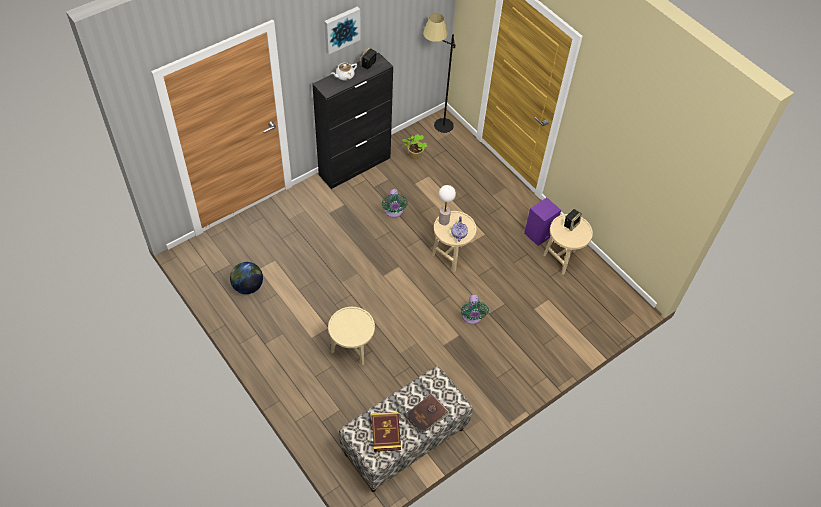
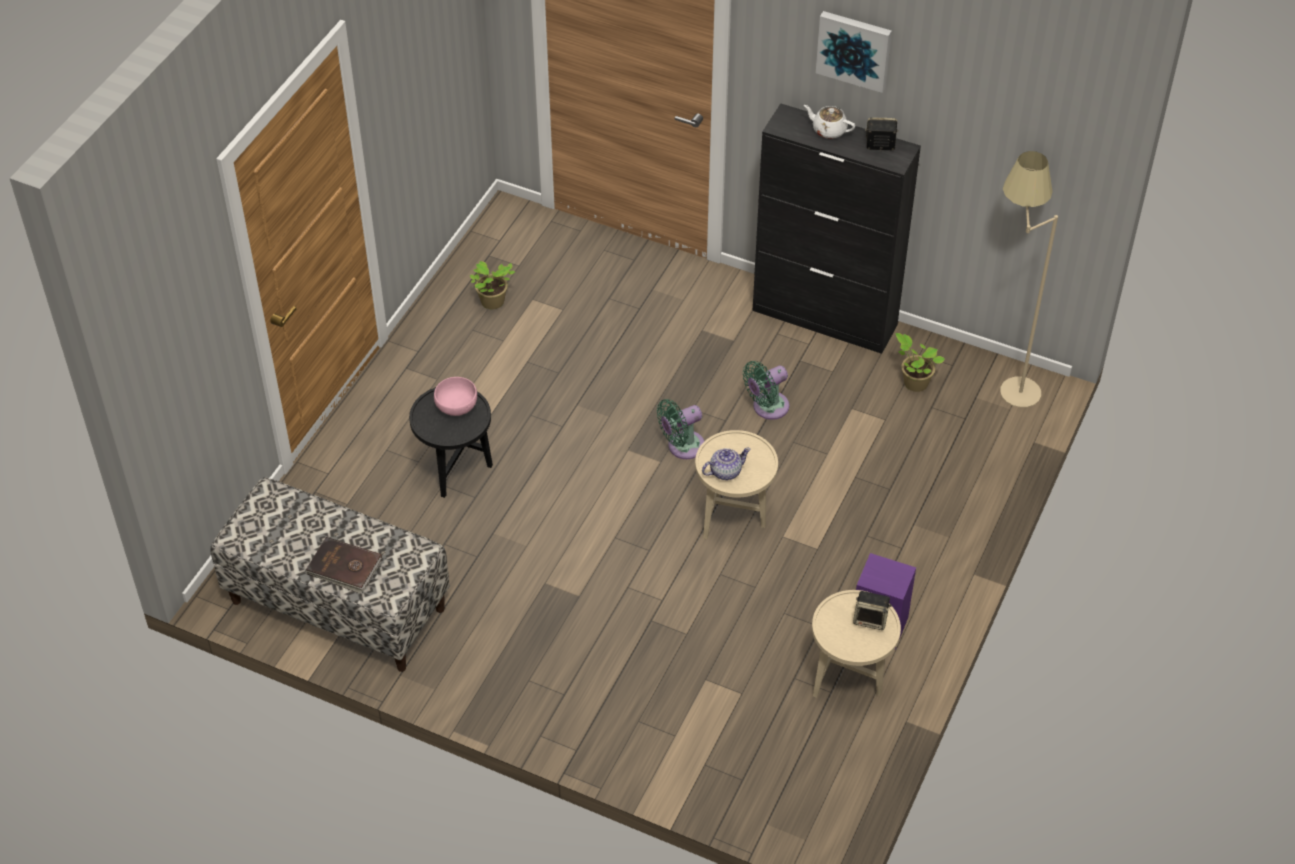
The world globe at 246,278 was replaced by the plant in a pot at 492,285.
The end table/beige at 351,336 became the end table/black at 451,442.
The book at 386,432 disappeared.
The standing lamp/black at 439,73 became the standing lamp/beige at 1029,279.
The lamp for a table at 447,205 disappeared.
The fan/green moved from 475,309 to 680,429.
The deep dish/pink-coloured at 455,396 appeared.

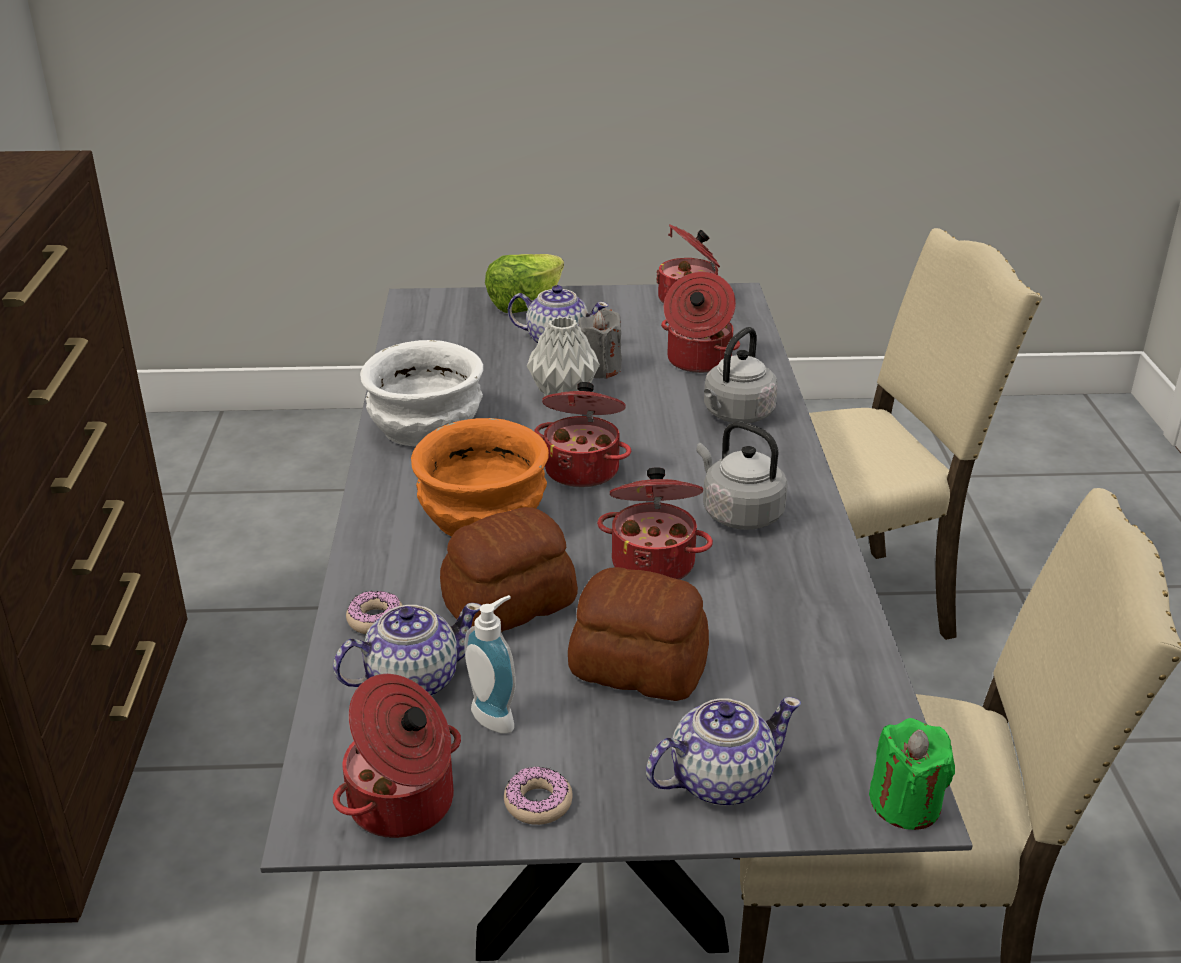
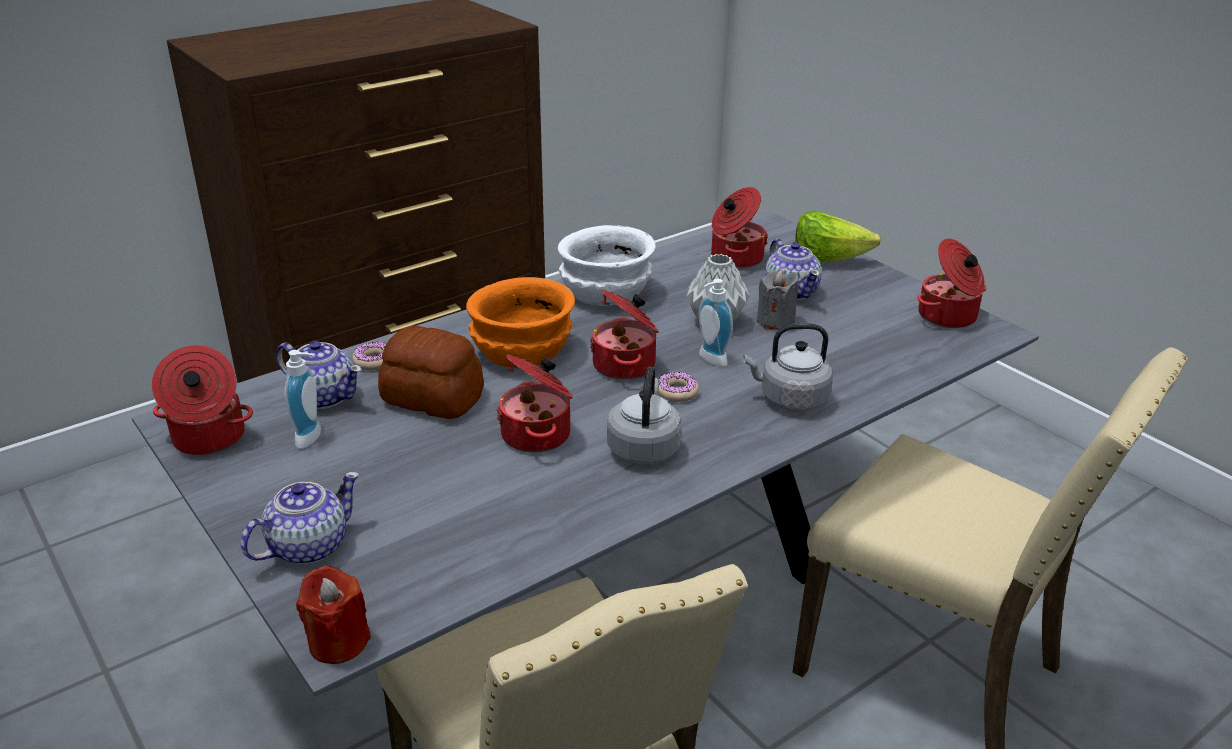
The ring doughnut moved from 538,795 to 678,387.
The baked bread at 638,634 disappeared.
The teapot at 723,751 turned 75 degrees counterclockwise.
The stockpot moved from 700,322 to 739,227.
The wax candle/green at 912,774 became the wax candle/red-coloured at 333,614.
The soap dispenser at 716,323 appeared.

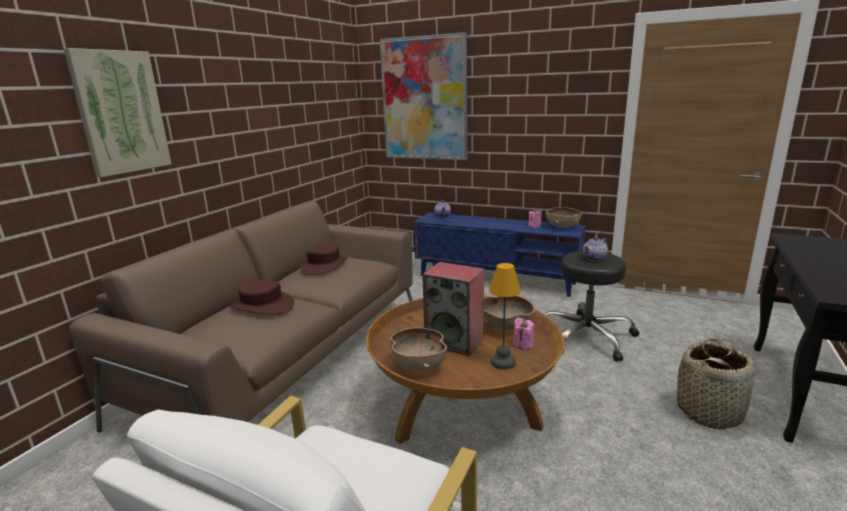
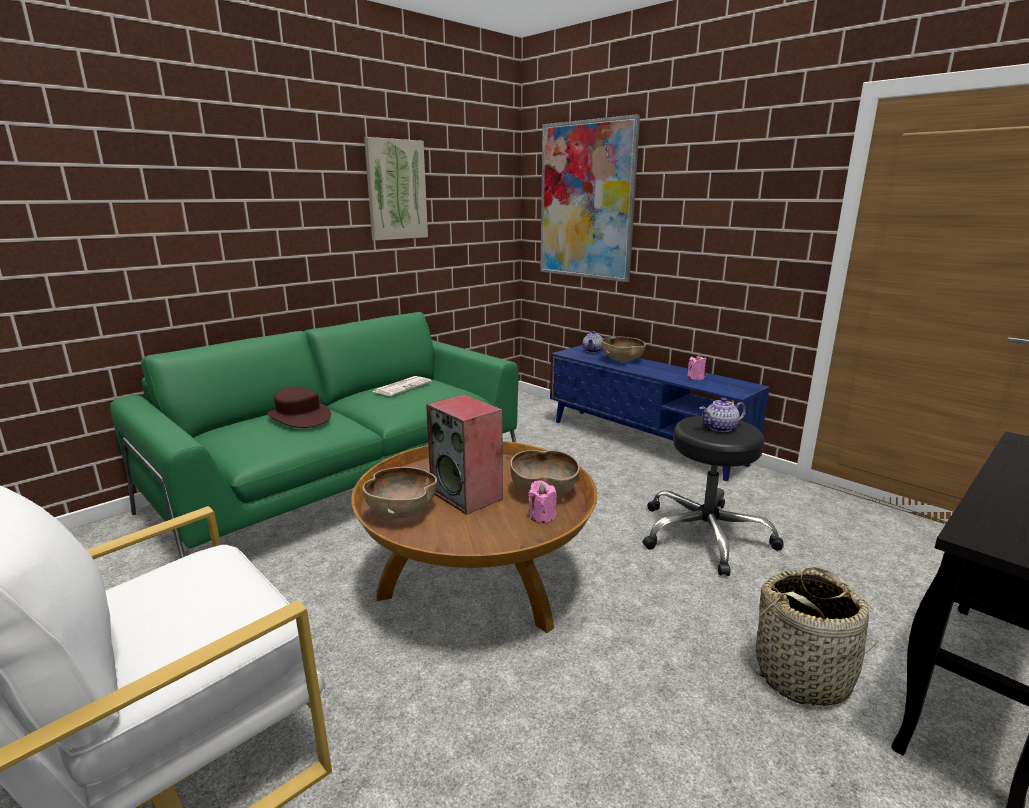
The wall art moved from 117,112 to 396,188.
The couch/brown at 241,317 became the couch/green at 314,435.
The wearable hat/brown at 324,259 was replaced by the newspaper at 402,386.
The lamp for a table at 505,316 disappeared.
The deep dish/brown moved from 564,217 to 623,348.

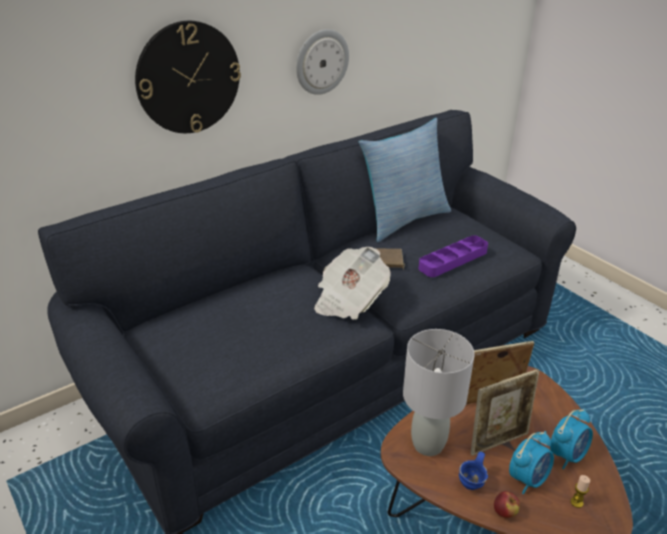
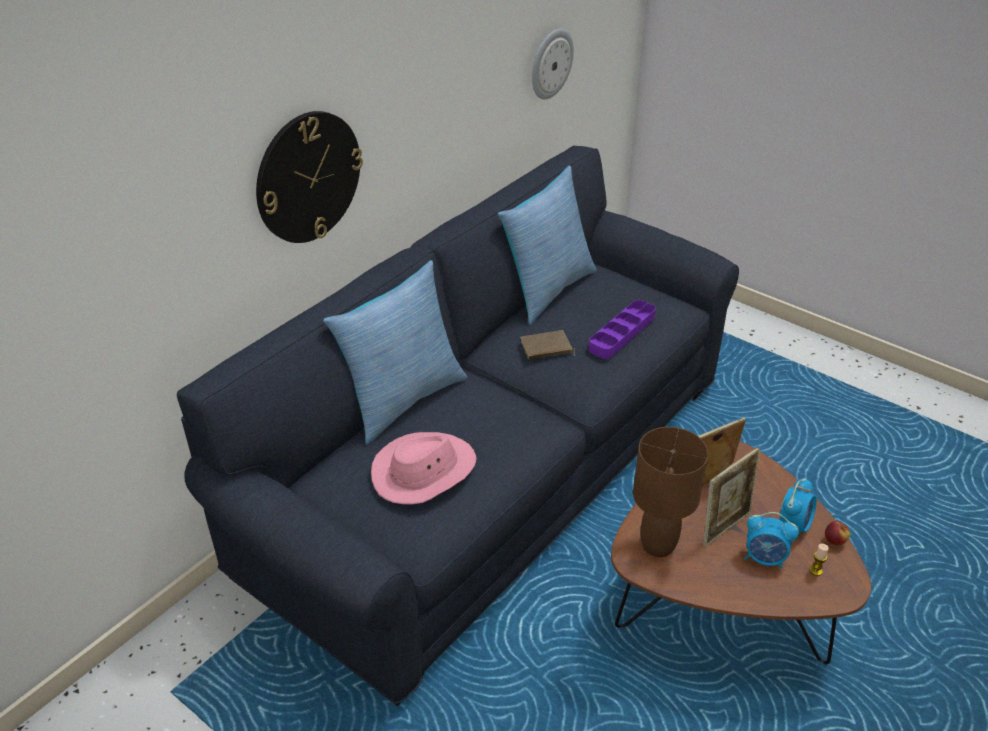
The clock on the wall moved from 322,62 to 553,64.
The newspaper at 352,283 disappeared.
The lamp for a table/grey at 439,392 became the lamp for a table/brown at 670,492.
The mug/bluish at 473,471 disappeared.
The apple fruit moved from 507,504 to 837,533.
The table clock at 531,463 turned 75 degrees clockwise.
The throw pillow at 395,352 appeared.
The wearable hat/pink-coloured at 424,468 appeared.

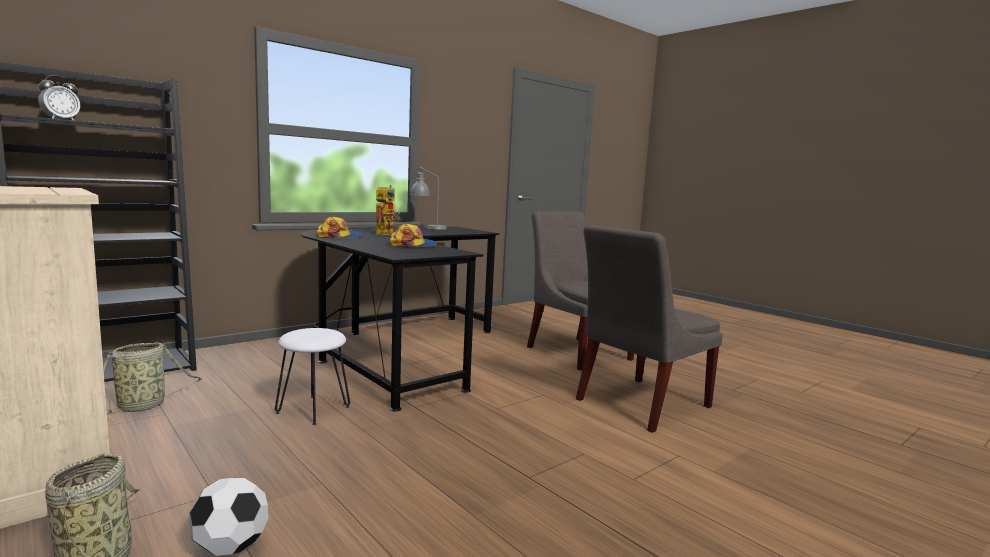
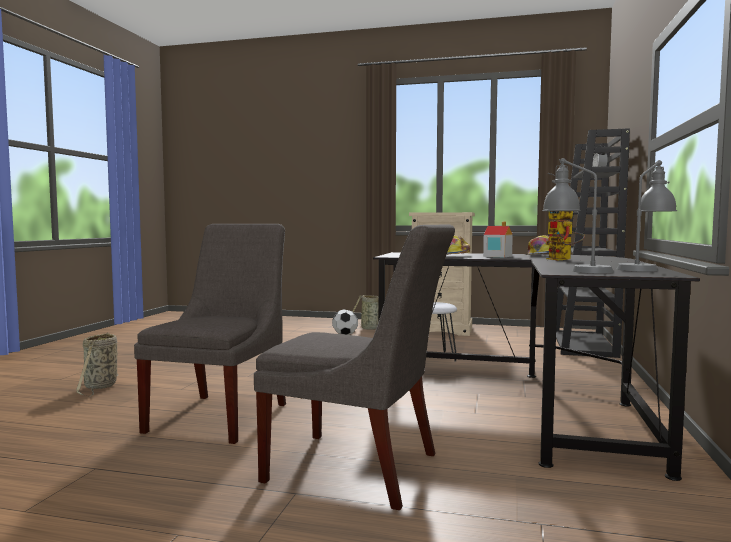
The storage basket moved from 152,378 to 97,364.
The model house at 498,240 appeared.
The lamp for a table/grey at 577,216 appeared.

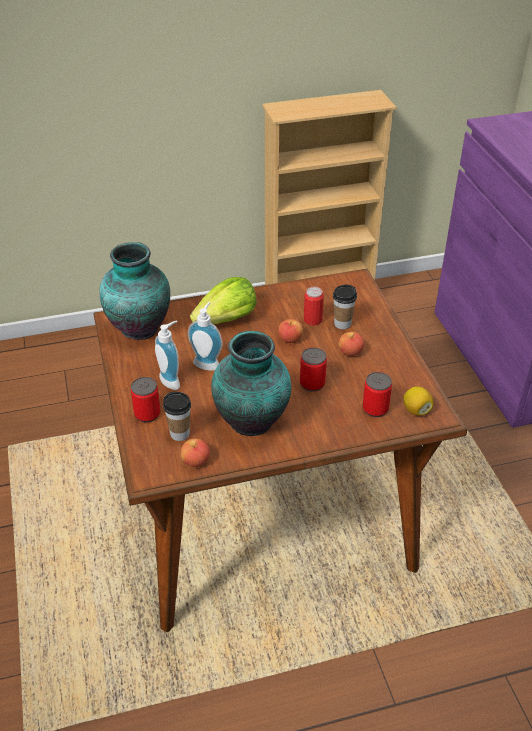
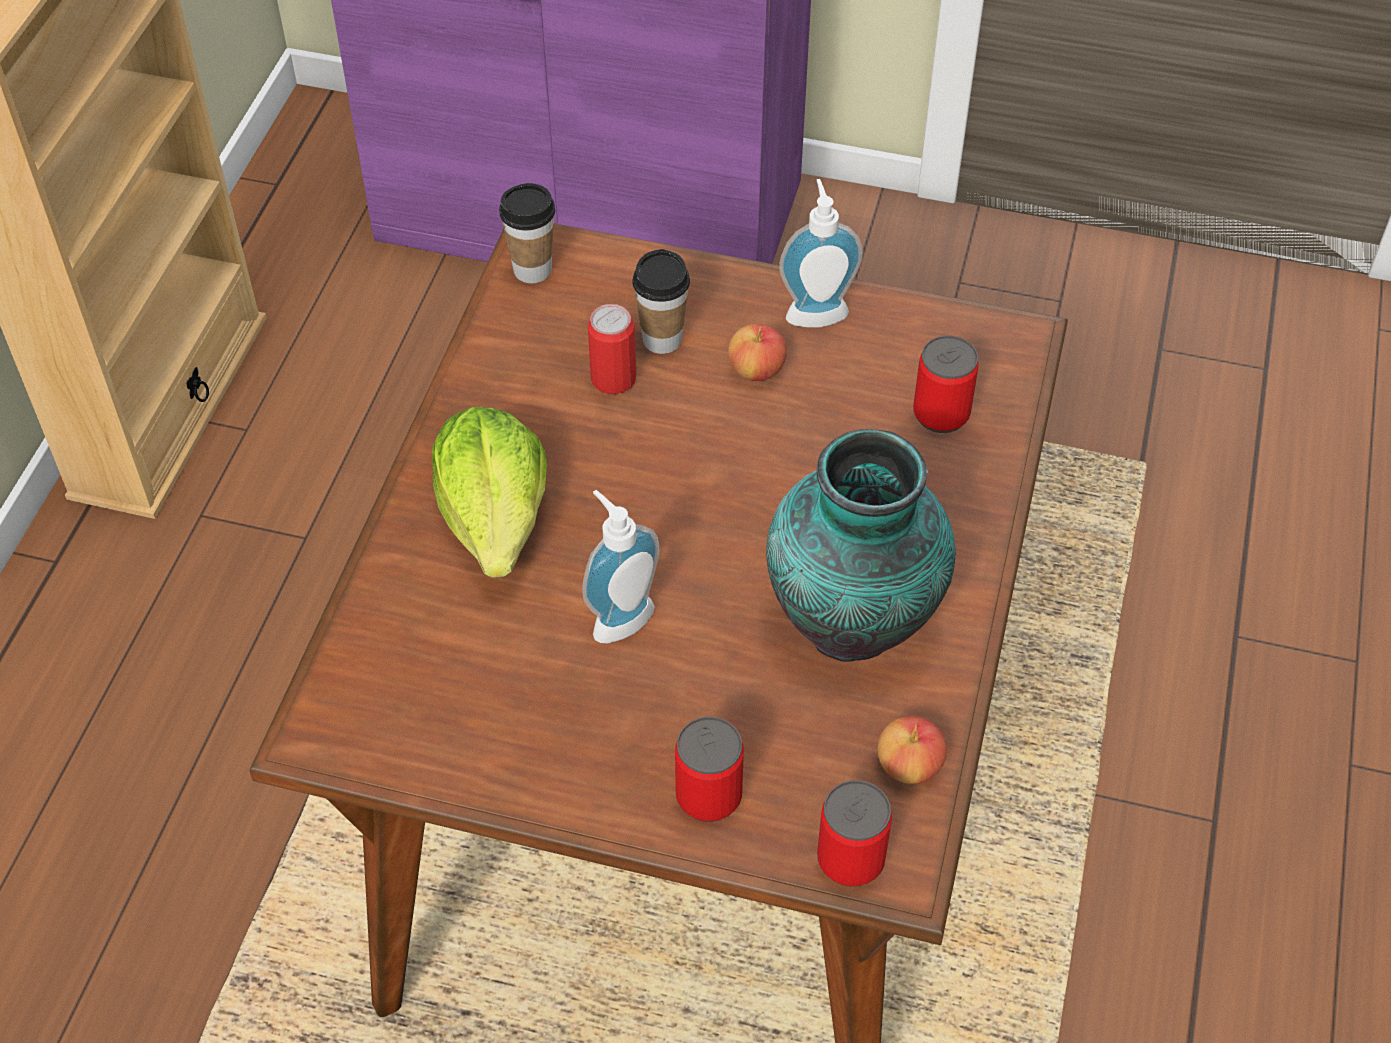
The decorative vase at 135,291 disappeared.
The soap dispenser moved from 167,355 to 821,253.
The cup moved from 177,416 to 527,233.
The apple fruit at 290,331 disappeared.
The metal can moved from 313,369 to 854,833.
The citrus fruit at 418,401 disappeared.

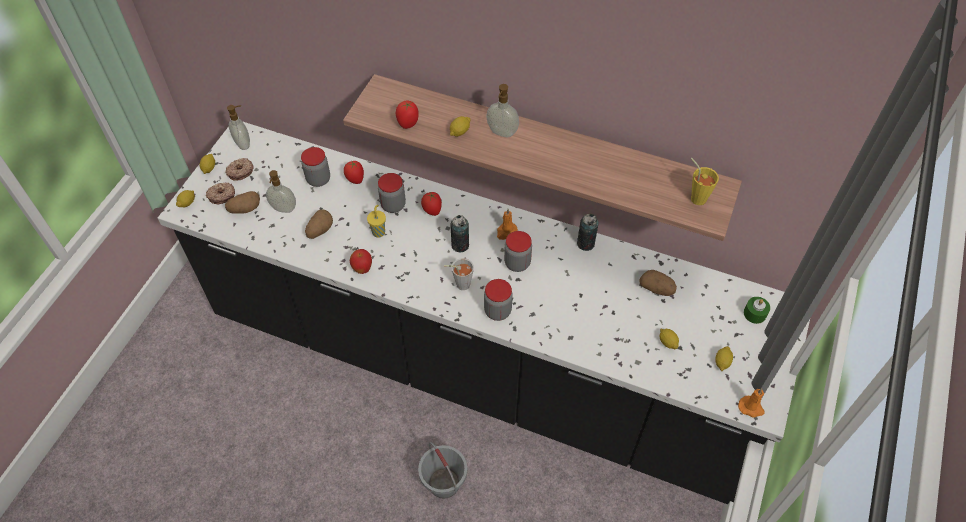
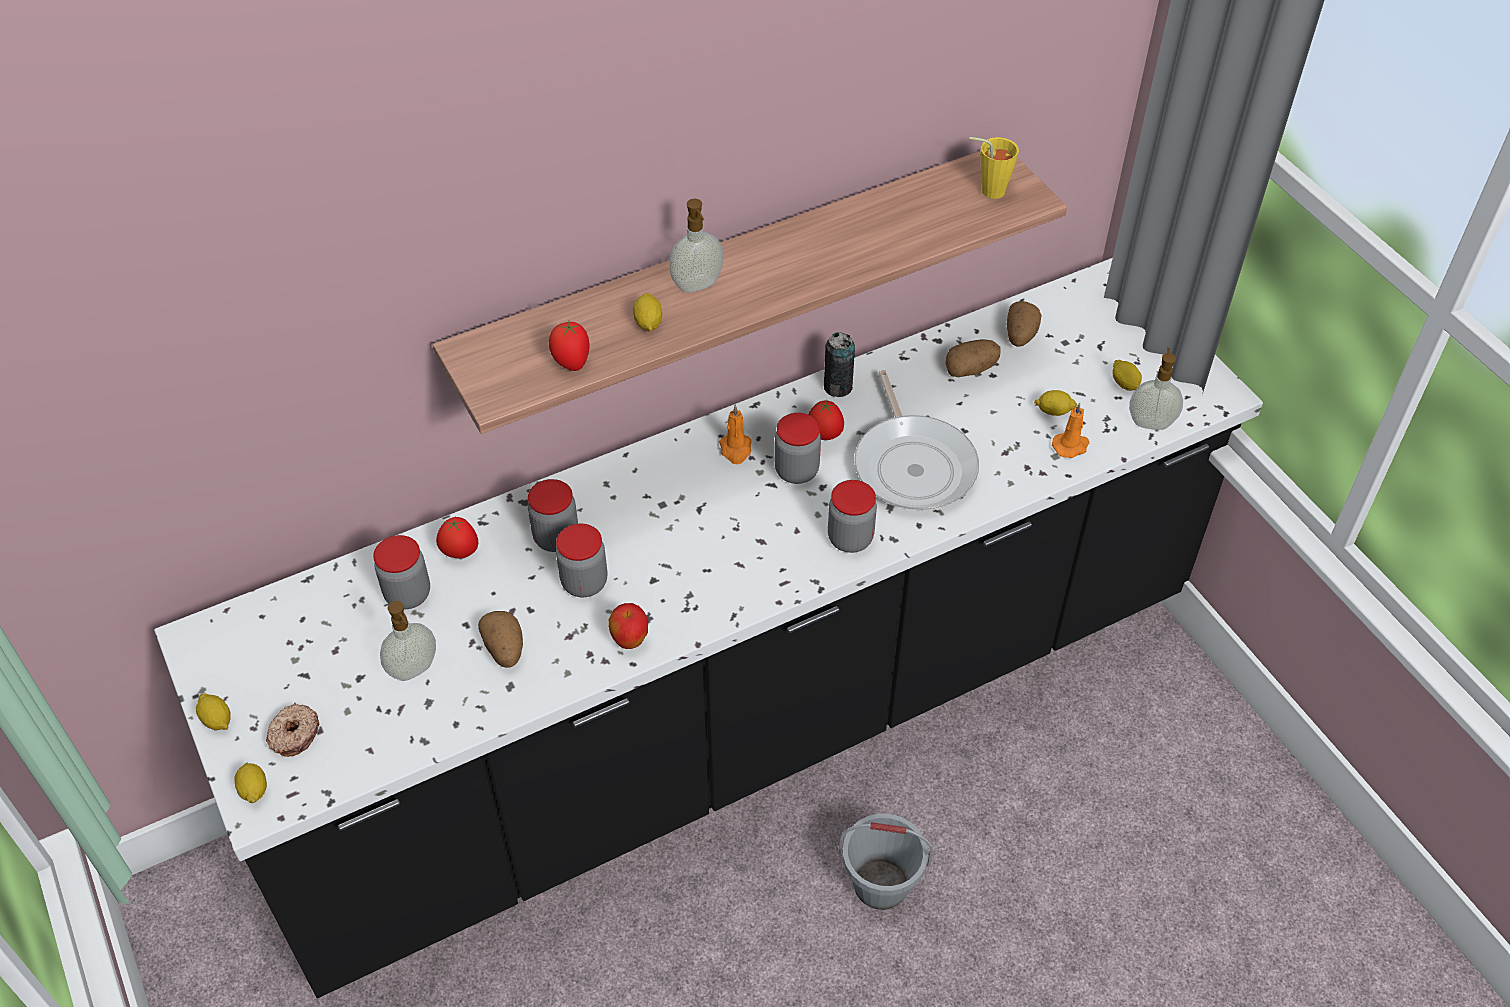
The ring doughnut at 239,169 disappeared.
The spud moved from 242,202 to 1024,324.
The soap dispenser moved from 238,127 to 1156,389.
The cup/yellowish at 376,221 was replaced by the storage jar at 581,560.
The whole tomato moved from 431,204 to 826,420.
The cup/grey at 459,274 disappeared.
The metal can at 459,233 disappeared.
The wax candle/orange moved from 751,403 to 1070,430.
The wax candle/green at 757,310 disappeared.
The frying pan at 916,440 appeared.

